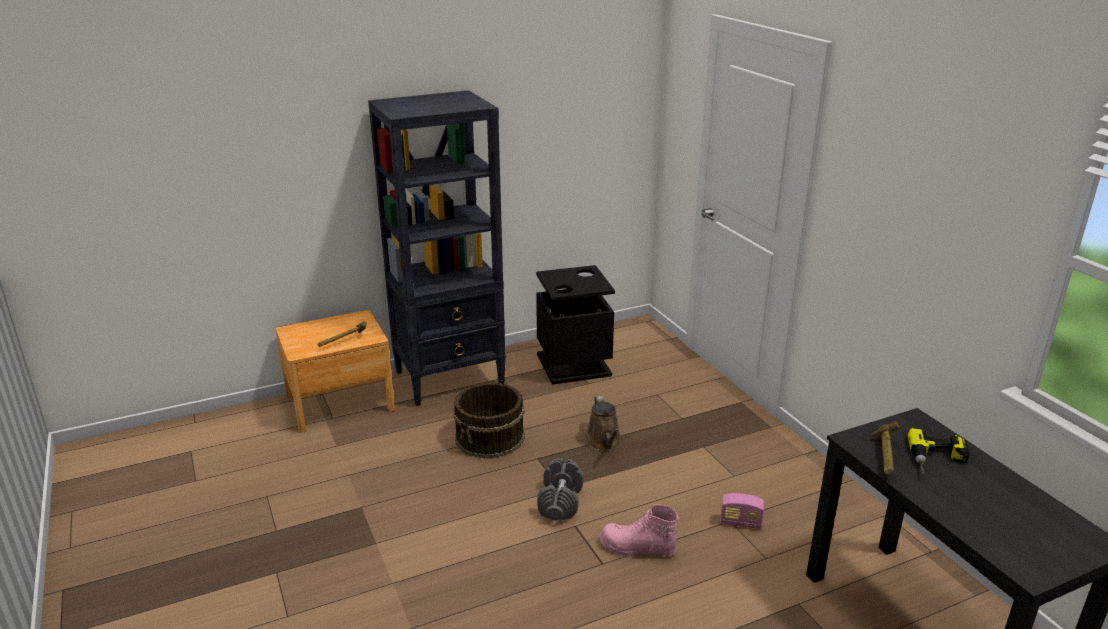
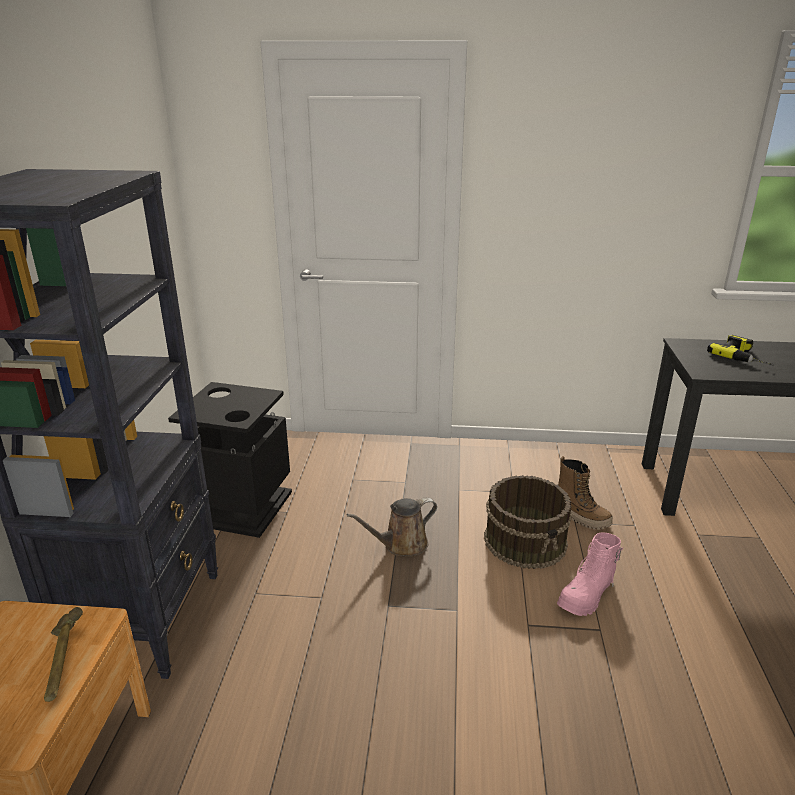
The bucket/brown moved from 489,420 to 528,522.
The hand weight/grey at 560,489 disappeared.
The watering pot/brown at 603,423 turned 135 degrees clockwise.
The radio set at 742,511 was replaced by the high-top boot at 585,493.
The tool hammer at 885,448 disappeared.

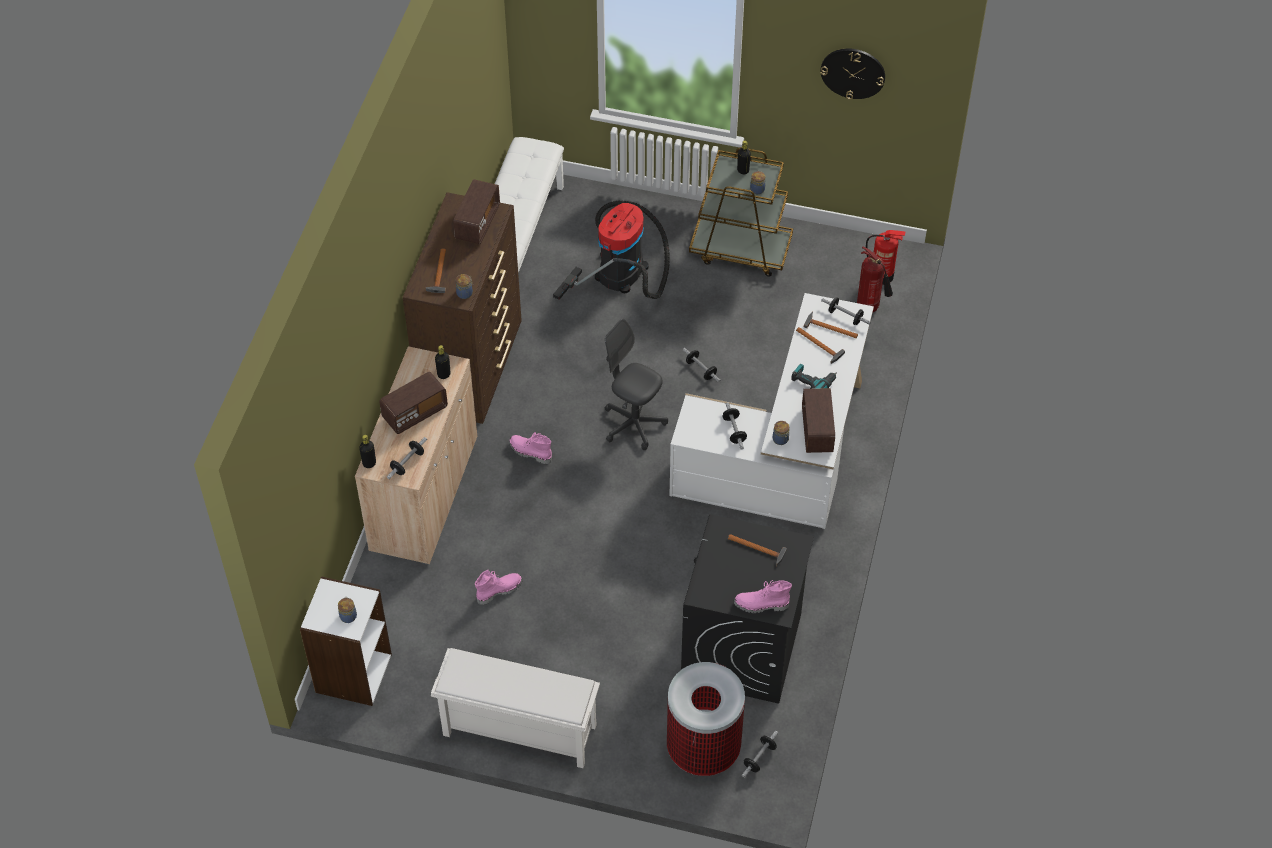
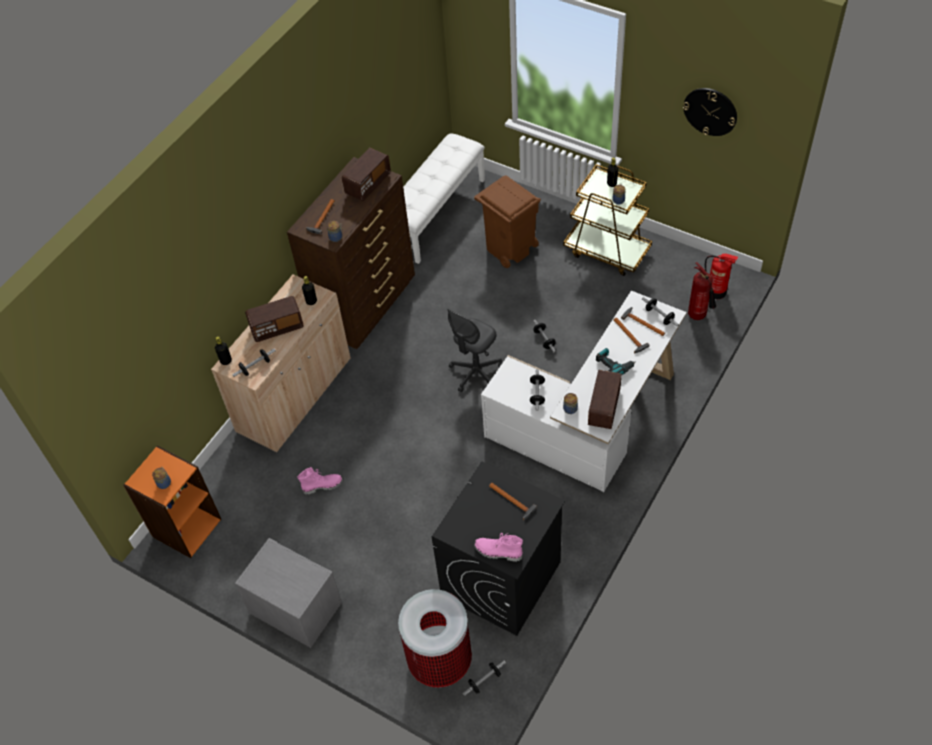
The shelving unit/white-coloured at 346,641 became the shelving unit/orange at 172,501.
The shoe rack/white-coloured at 515,708 was replaced by the night table/grey at 288,593.
The high-top boot/pink-coloured at 530,448 disappeared.
The vacuum at 611,250 was replaced by the waste bin/brown at 507,222.
The computer chair/grey at 636,384 turned 105 degrees counterclockwise.

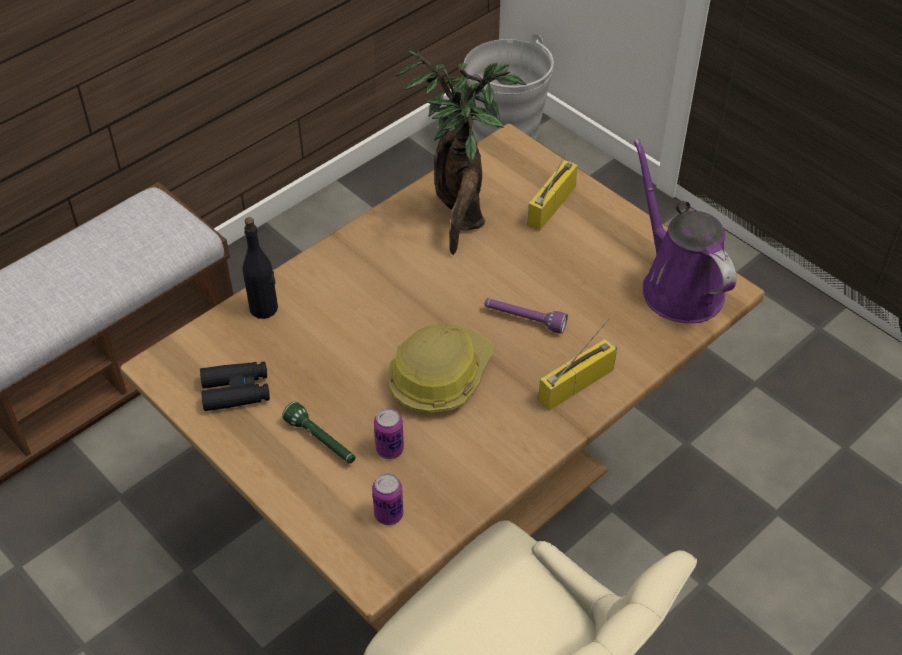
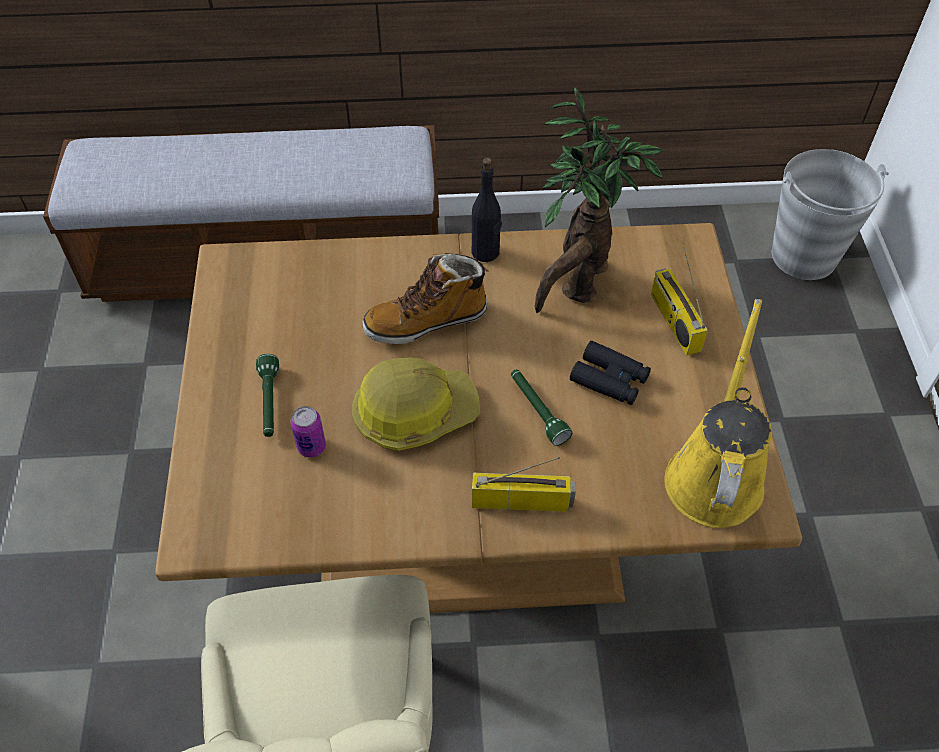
The binoculars/black moved from 235,386 to 610,373.
The bottle/black moved from 260,268 to 487,209.
The metal can at 387,499 disappeared.
The flashlight/purplish at 526,316 became the flashlight/green at 541,407.
The radio set at 552,183 turned 90 degrees counterclockwise.
The watering pot/purplish at 685,231 became the watering pot/yellowish at 718,413.
The high-top boot at 426,298 appeared.

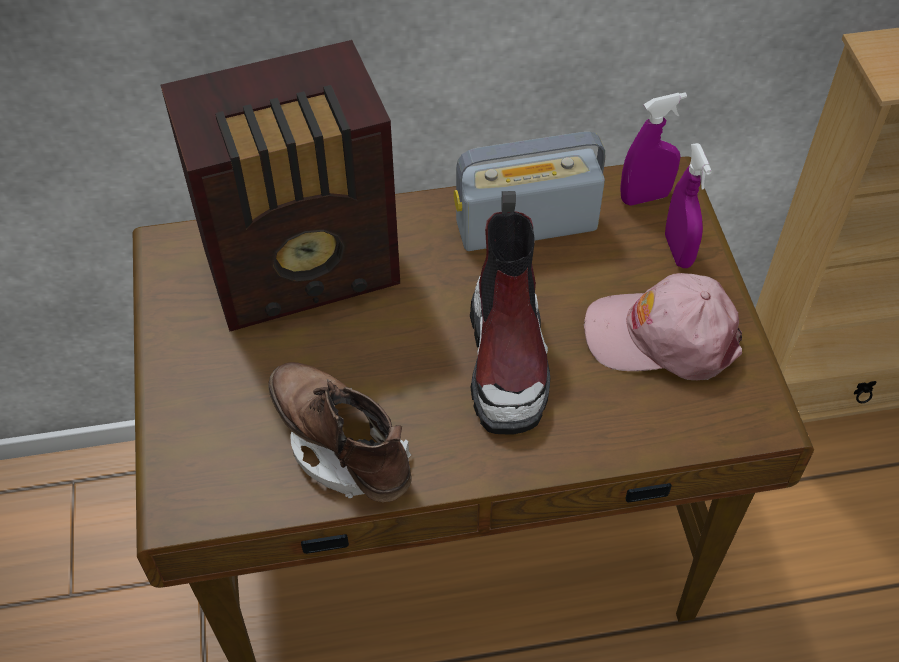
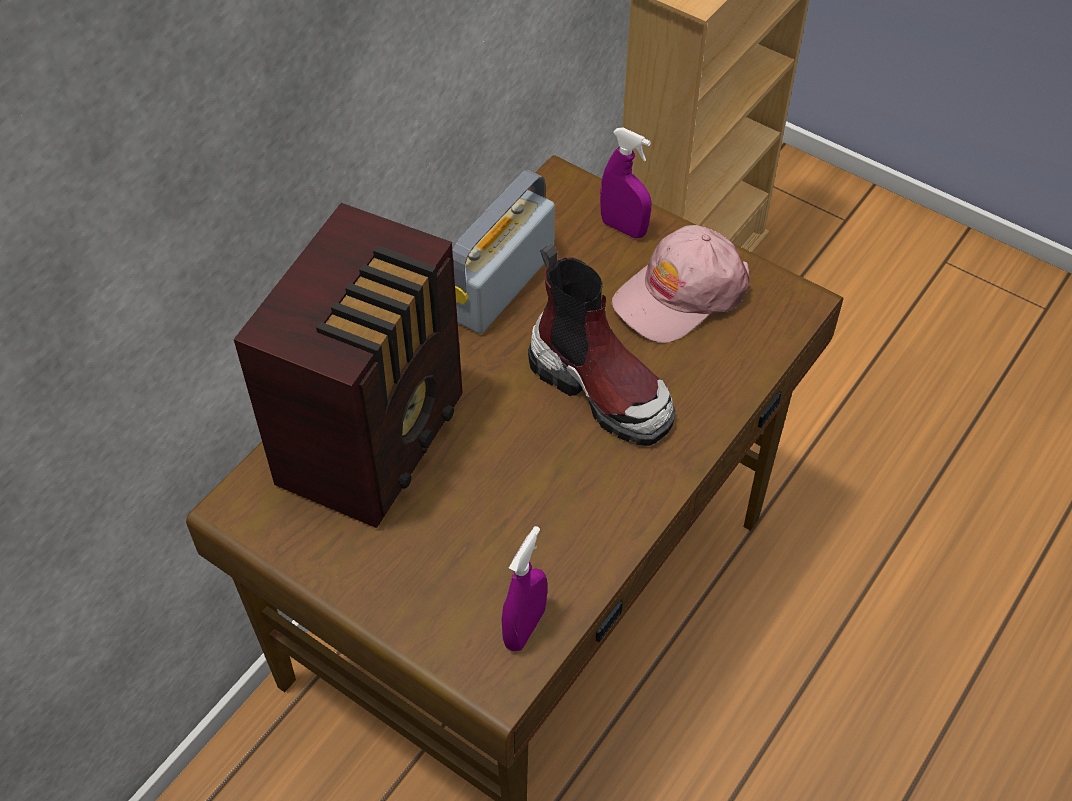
The high-top boot/brown at 340,432 disappeared.
The sprayer/purplish moved from 653,148 to 524,588.

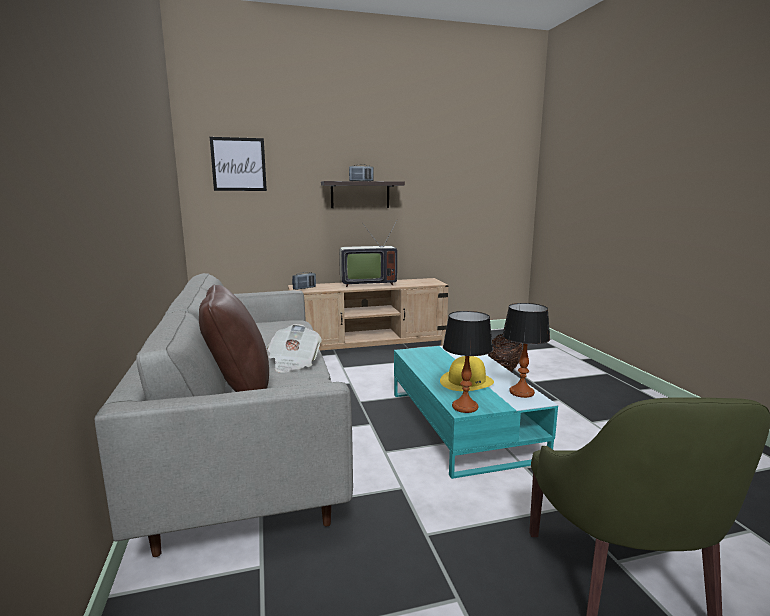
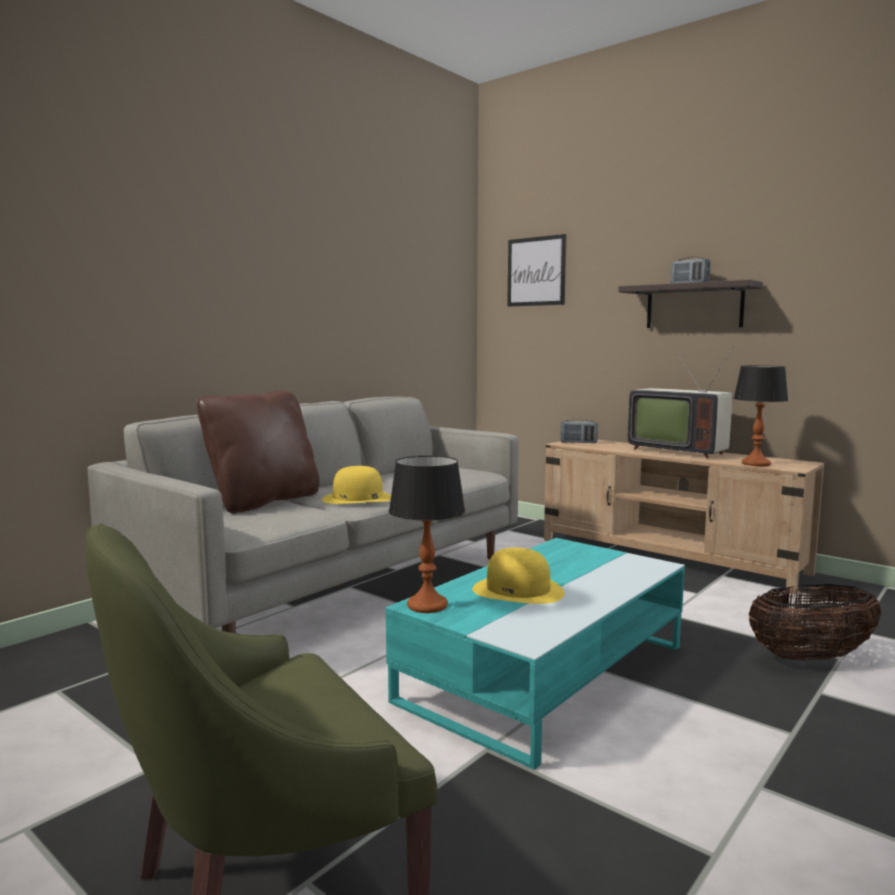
The newspaper at 294,348 was replaced by the wearable hat/yellowish at 356,485.
The lamp for a table moved from 526,350 to 760,415.

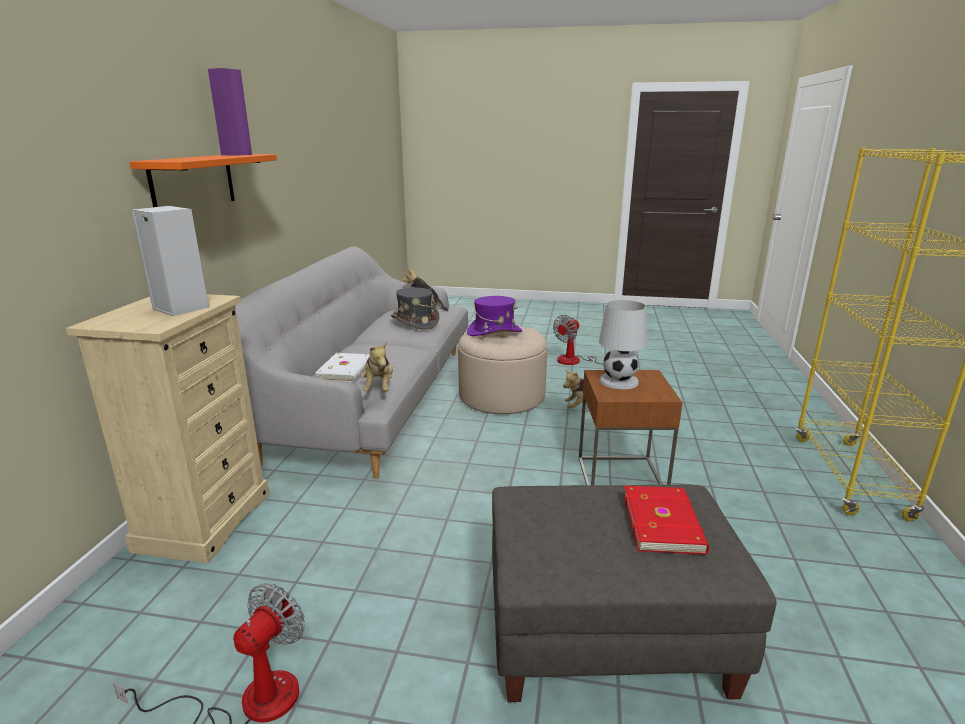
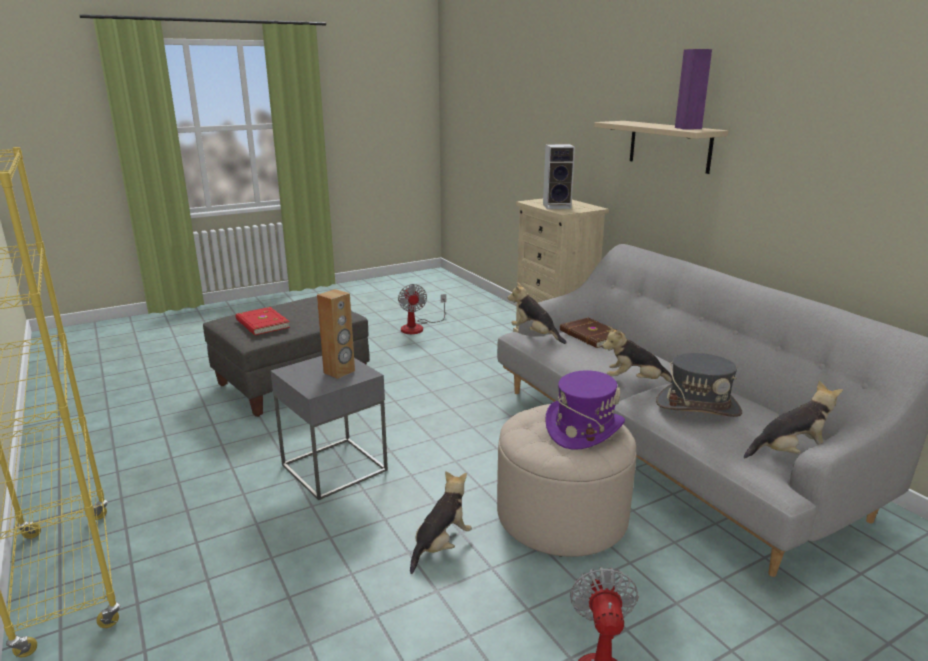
The bracket shelf/orange at 203,180 became the bracket shelf/beige at 661,147.
The book/white-coloured at 342,367 became the book/brown at 592,333.
The end table/brown at 631,427 became the end table/grey at 329,428.
The lamp for a table/white-coloured at 623,344 was replaced by the audio speaker/brown at 336,334.
The cuddly toy at 637,354 appeared.

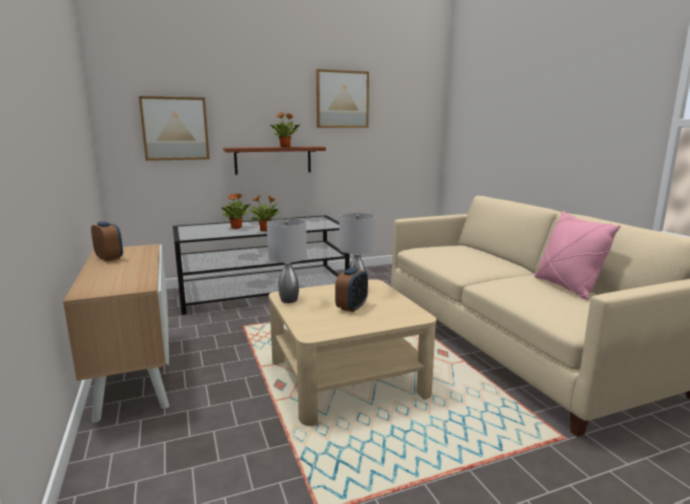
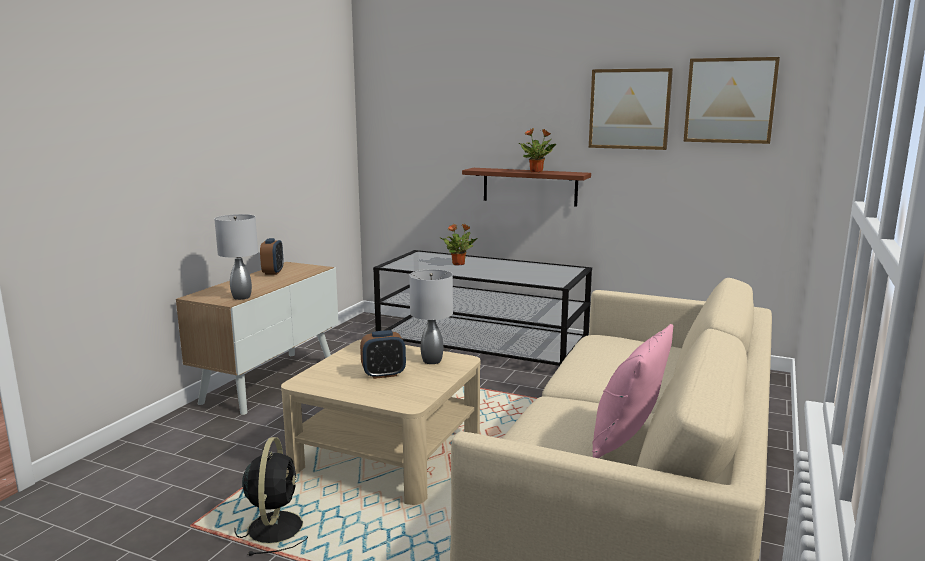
The wall art moved from 174,128 to 732,100.
The plant in a pot at 265,213 disappeared.
The lamp for a table/grey moved from 287,261 to 236,257.
The fan/black at 271,496 appeared.

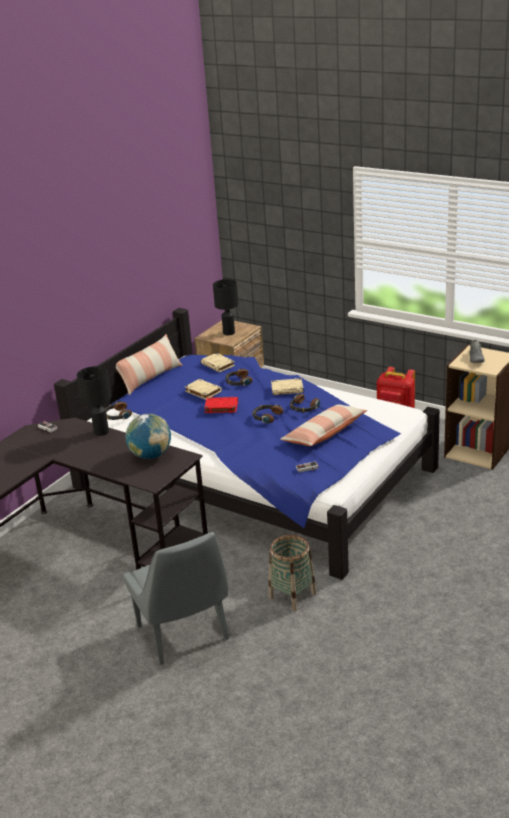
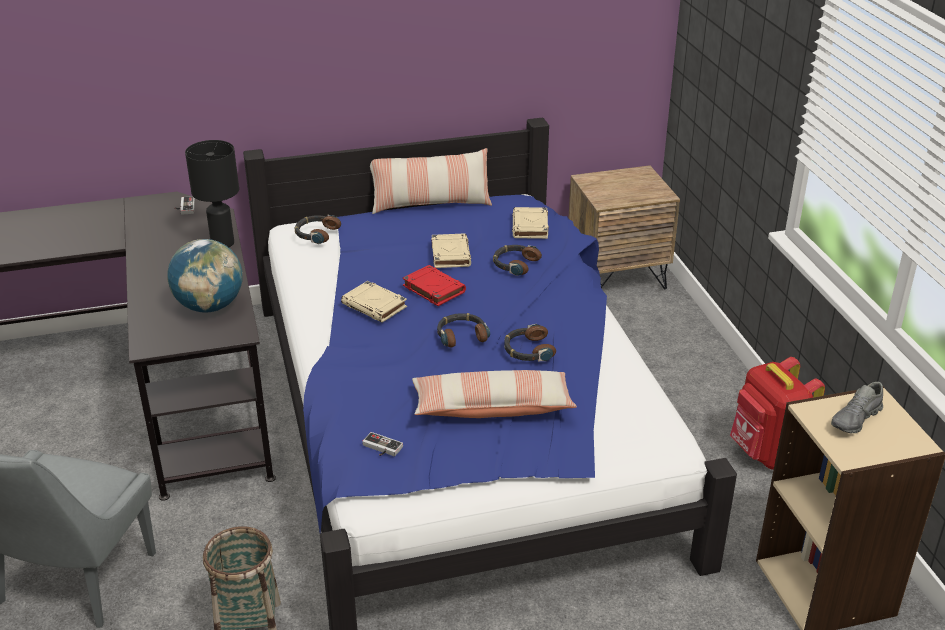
The lamp for a table/black at 226,307 disappeared.
The book/beige moved from 287,386 to 374,302.

